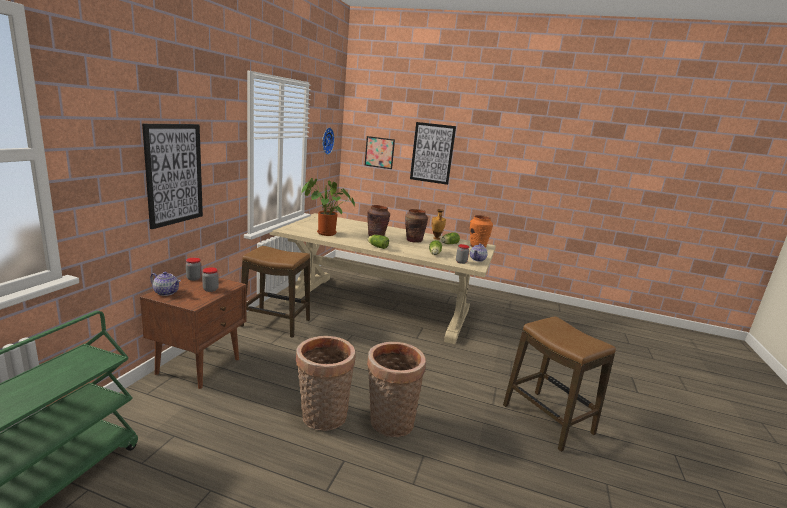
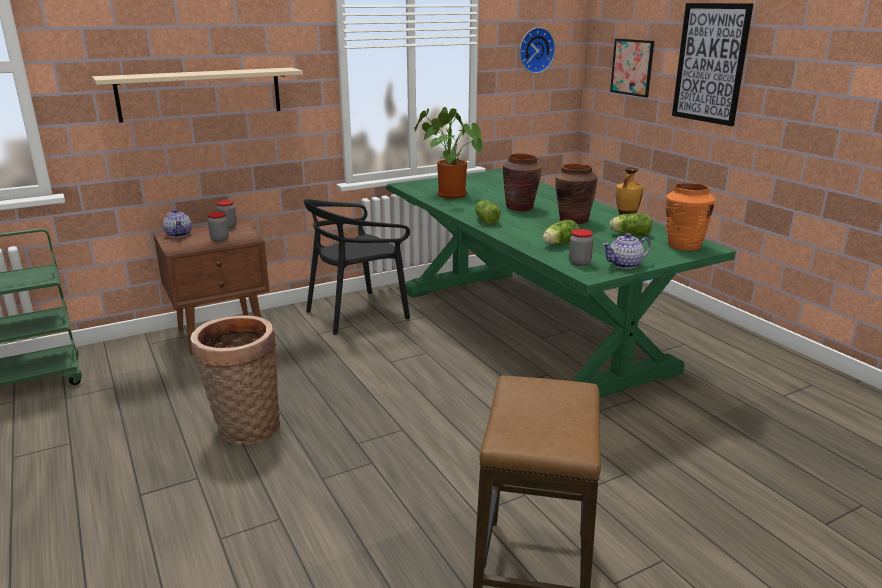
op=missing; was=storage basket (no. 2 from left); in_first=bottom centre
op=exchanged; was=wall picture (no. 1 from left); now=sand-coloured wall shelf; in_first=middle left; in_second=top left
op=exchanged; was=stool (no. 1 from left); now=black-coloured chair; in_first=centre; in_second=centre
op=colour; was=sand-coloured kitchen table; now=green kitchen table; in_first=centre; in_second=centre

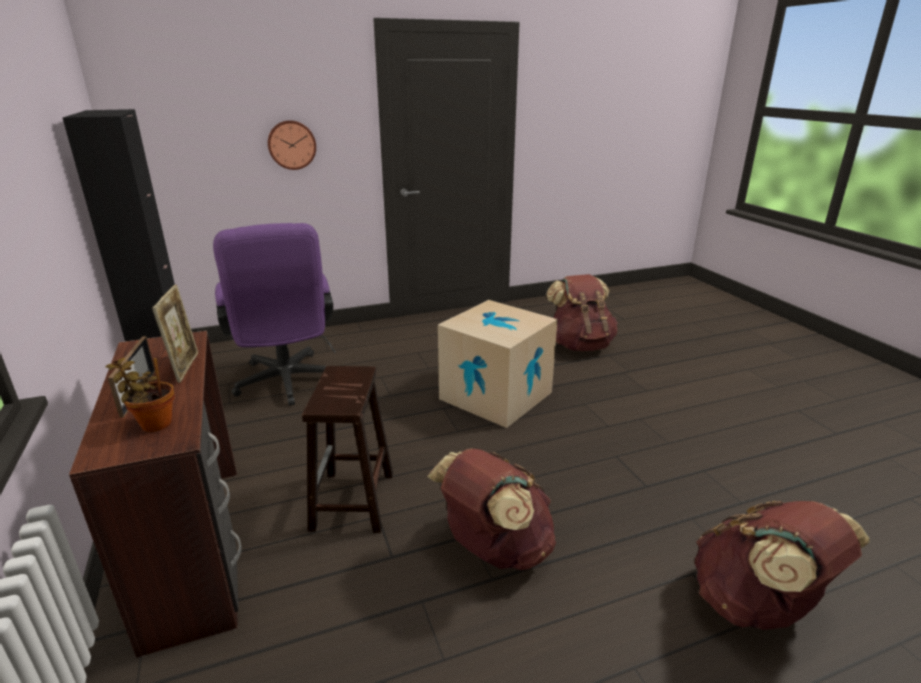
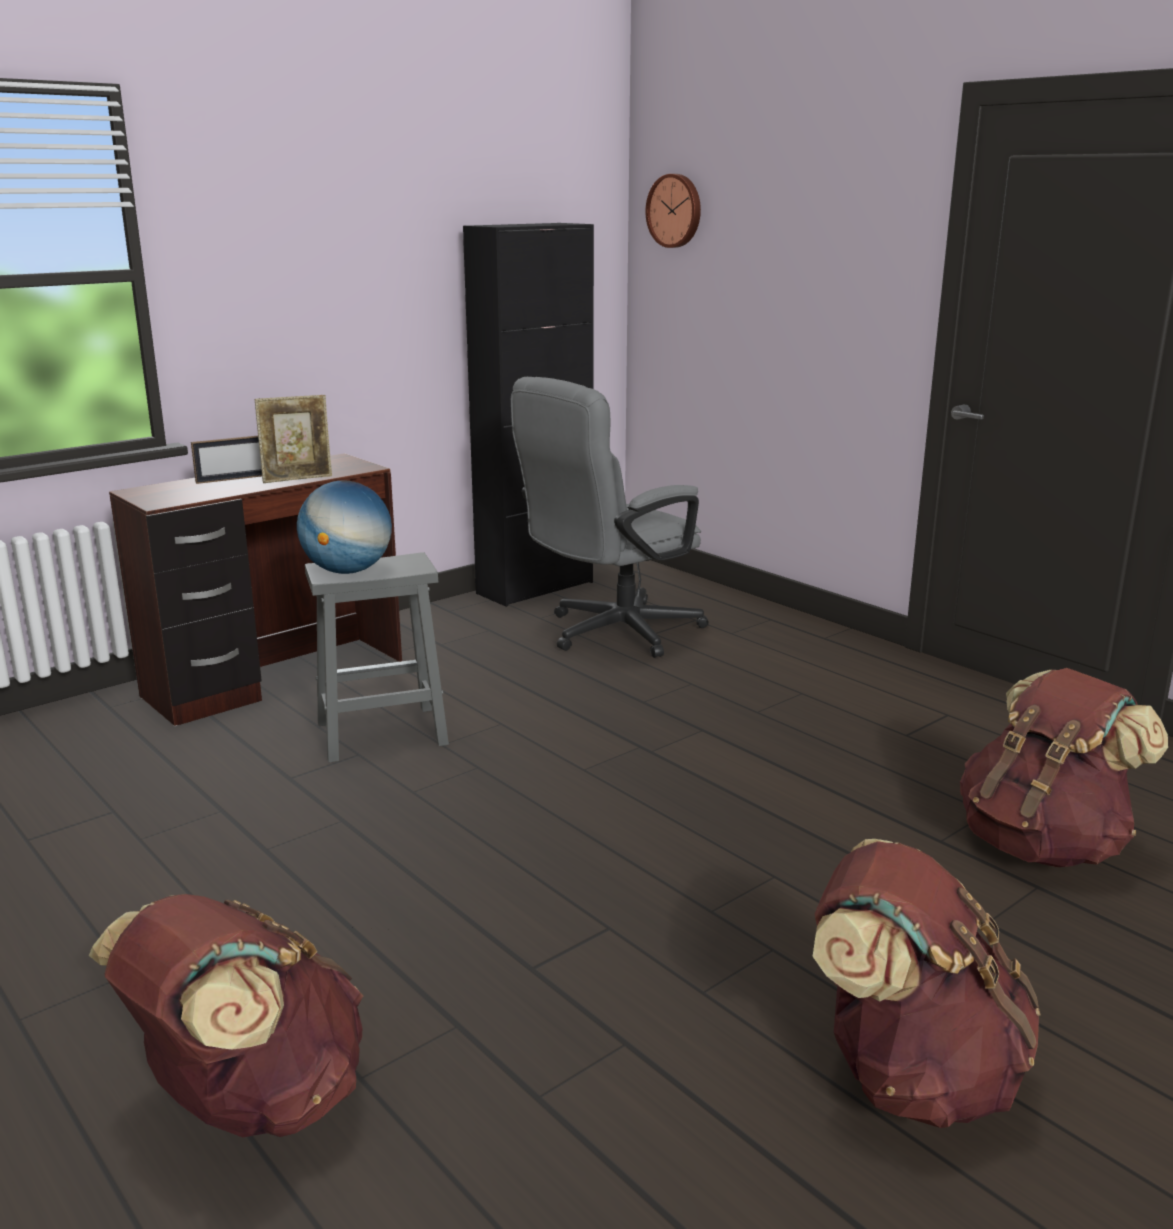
op=missing; was=houseplant; in_first=middle left
op=missing; was=carton; in_first=centre
op=appeared; now=globe; in_second=middle left
op=relocated; was=clock on the wall; in_first=top left; in_second=top centre
op=relocated; was=brown backpack (no. 1 from left in the first image); now=brown backpack (no. 2 from left); in_first=bottom centre; in_second=bottom right
op=colour; was=purple desk chair; now=greyish desk chair; in_first=middle left; in_second=centre
op=colour; was=brown stool; now=greyish stool; in_first=centre; in_second=middle left

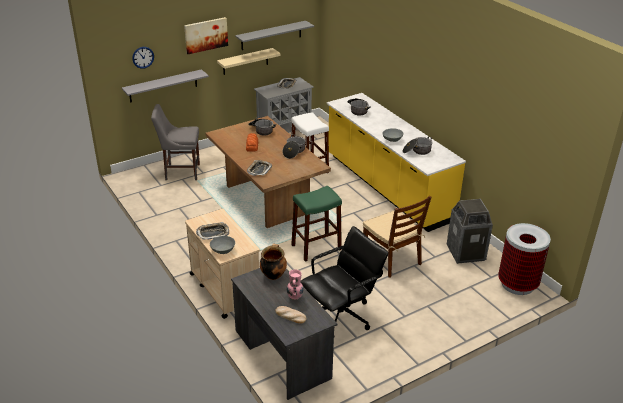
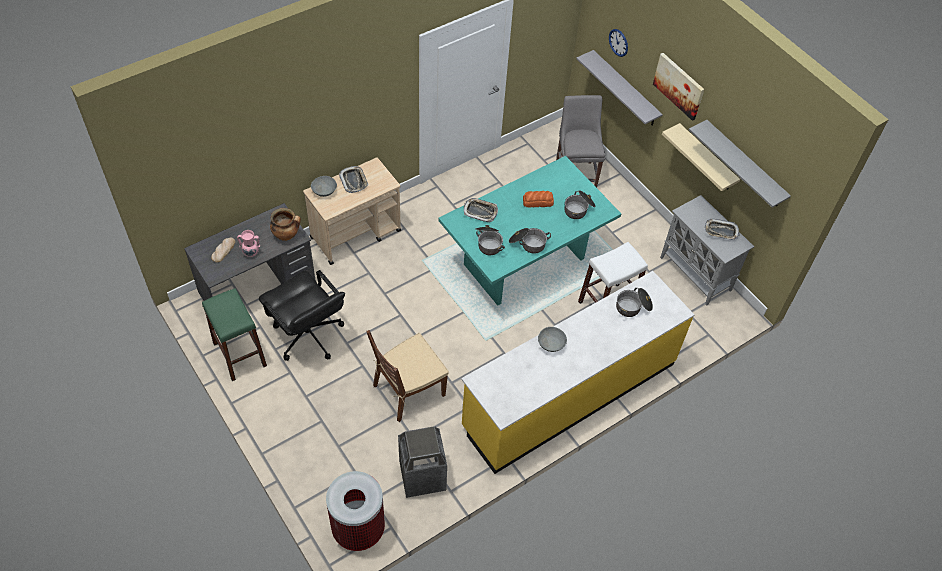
op=relocated; was=green stool; in_first=centre; in_second=middle left
op=relocated; was=cooking pot (no. 5 from left in the first image); now=cooking pot (no. 2 from left); in_first=middle right; in_second=centre
op=colour; was=brown kitchen table; now=turquoise-coloured kitchen table; in_first=centre; in_second=centre

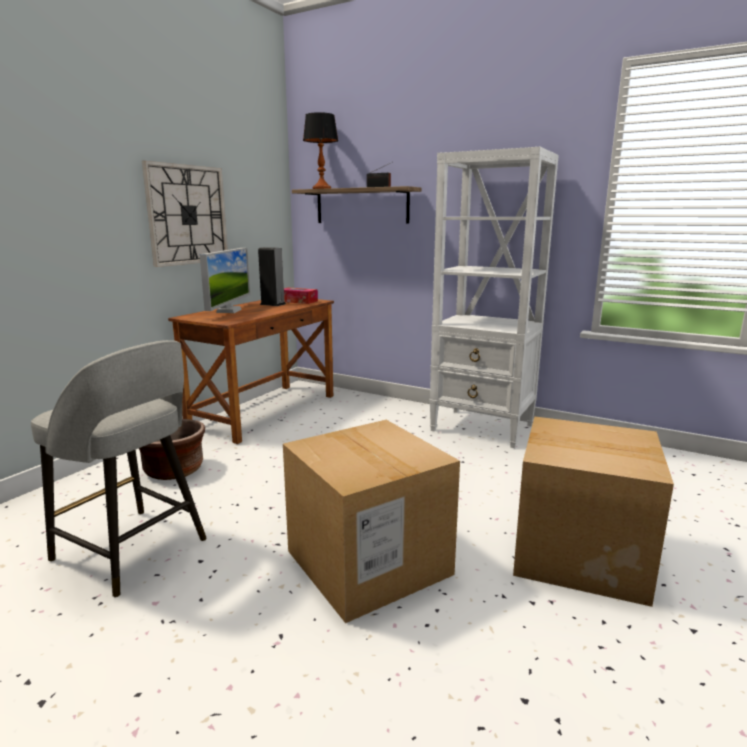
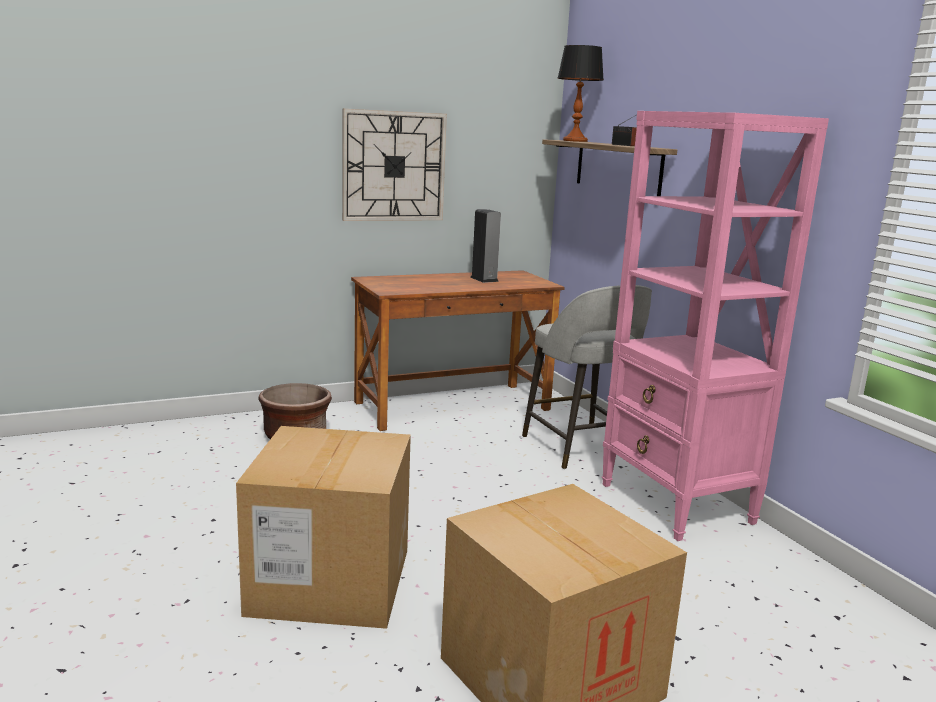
op=missing; was=computer screen; in_first=middle left
op=missing; was=tissue box; in_first=centre
op=relocated; was=greyish stool; in_first=middle left; in_second=centre
op=colour; was=whitish shelving unit; now=pink-coloured shelving unit; in_first=centre; in_second=middle right

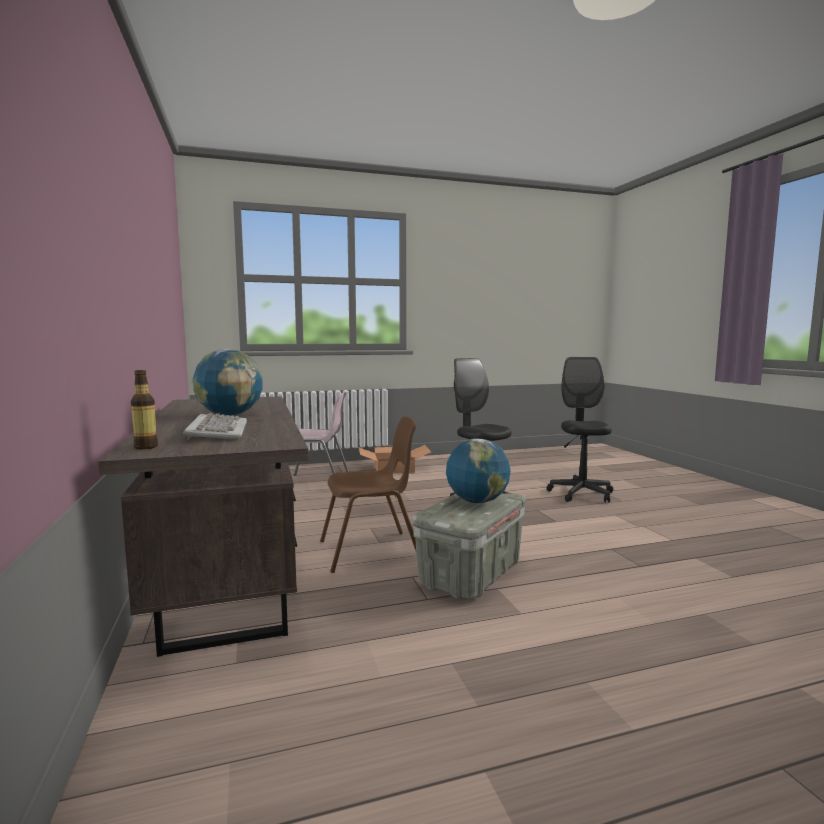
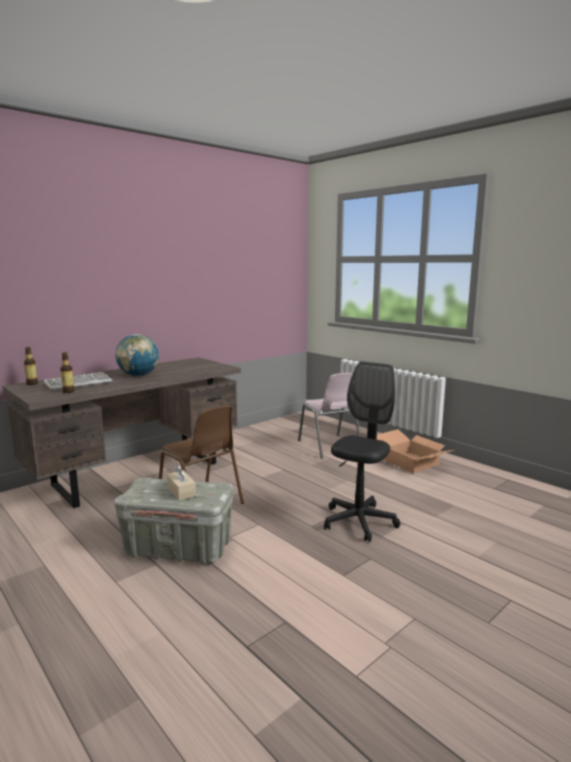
op=missing; was=black-coloured desk chair (no. 2 from left); in_first=middle right
op=appeared; now=drink bottle (no. 2 from left); in_second=middle left
op=exchanged; was=globe (no. 2 from left); now=sand-coloured tissue box; in_first=centre; in_second=middle left

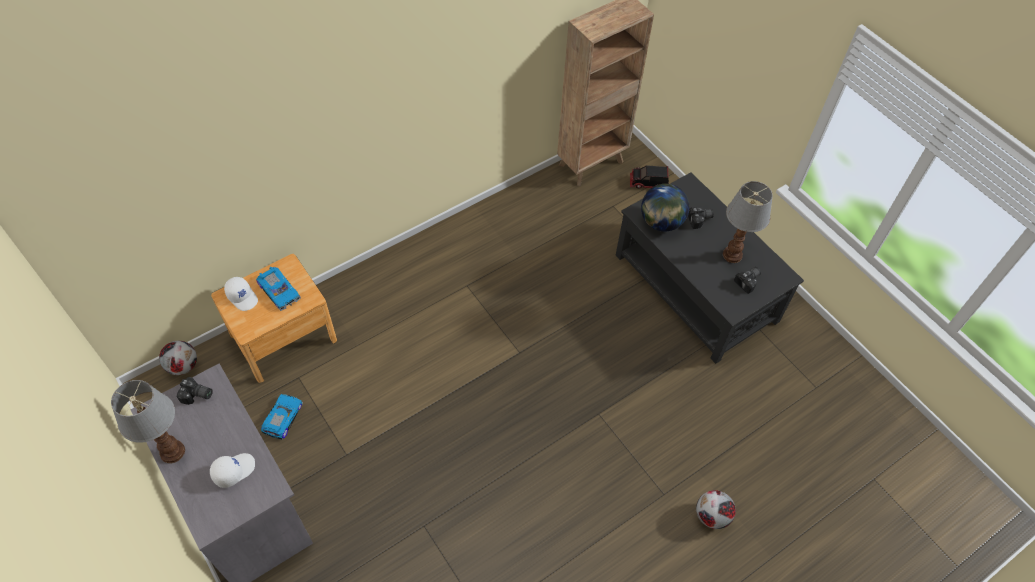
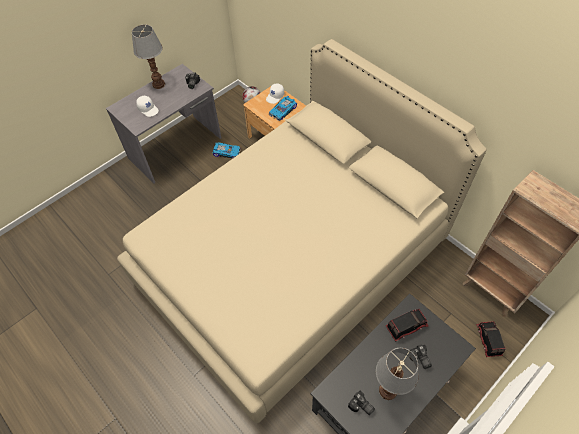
op=missing; was=football ball (no. 2 from left); in_first=bottom right
op=appeared; now=sand-coloured bed; in_second=centre
op=exchanged; was=globe; now=model truck (no. 1 from left); in_first=centre; in_second=bottom right

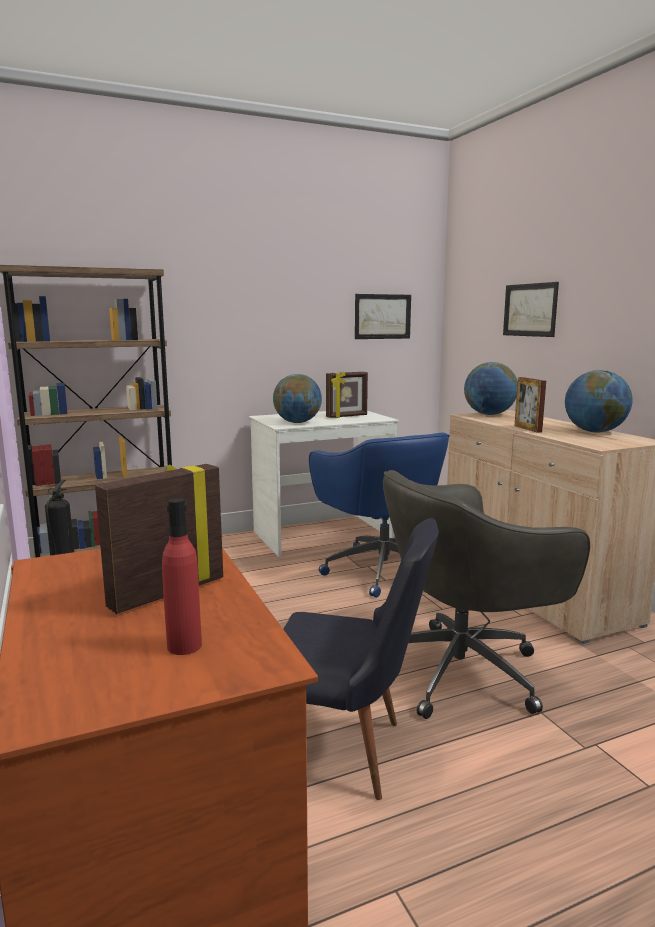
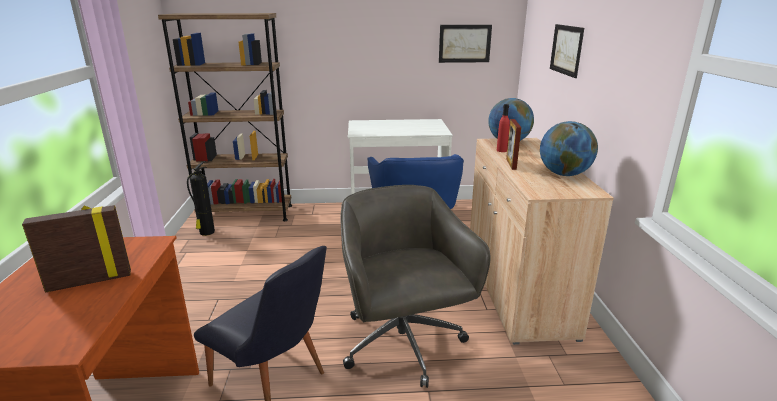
op=missing; was=globe (no. 1 from left); in_first=centre
op=missing; was=picture frame (no. 2 from left); in_first=centre
op=relocated; was=red drink bottle; in_first=middle left; in_second=top centre
op=spun; was=greyish desk chair; in_first=middle right; in_second=bottom centre; clockwise=75

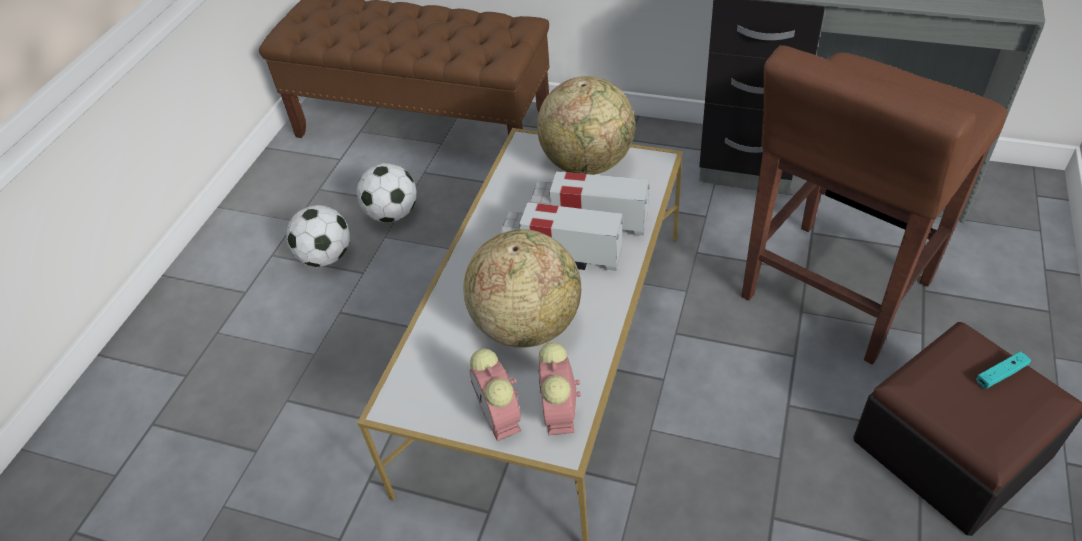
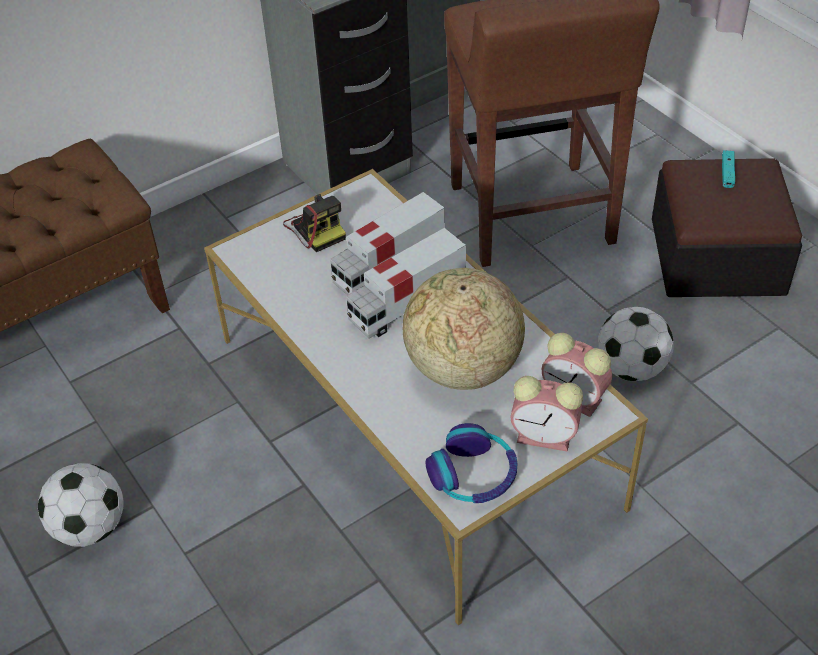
op=appeared; now=headphones; in_second=bottom centre
op=relocated; was=football ball (no. 2 from left); in_first=centre; in_second=middle right
op=exchanged; was=globe (no. 2 from left); now=photo camera; in_first=top centre; in_second=centre

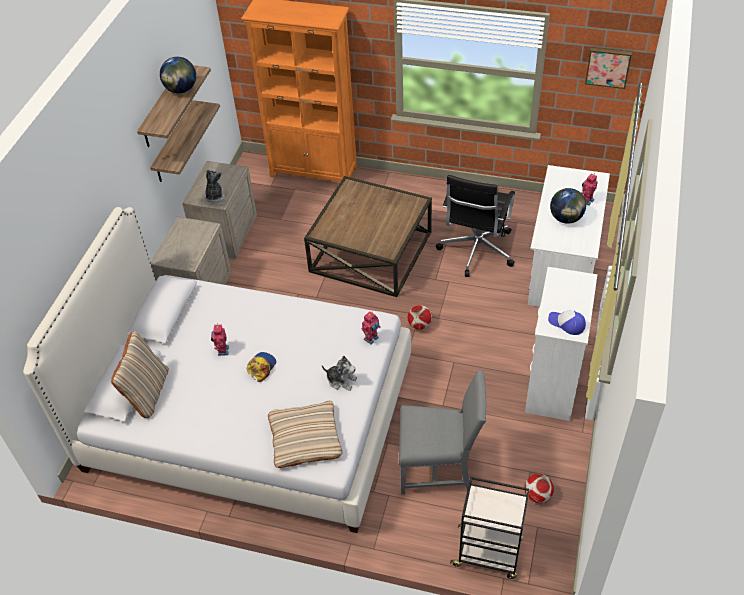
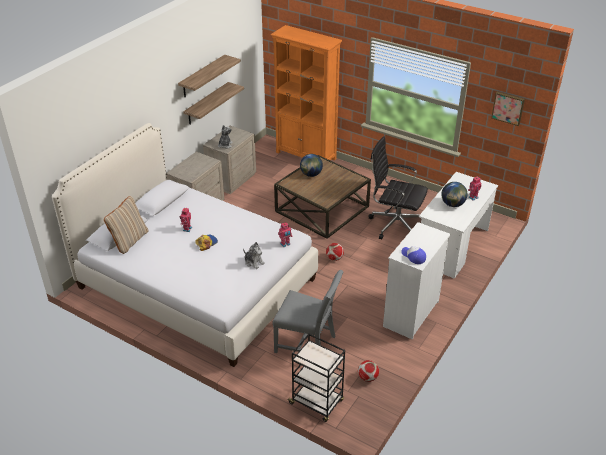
op=missing; was=sand-coloured throw pillow (no. 2 from left); in_first=bottom centre
op=relocated; was=globe (no. 1 from left); in_first=top left; in_second=centre
op=spun; was=black-coloured desk chair; in_first=centre; in_second=centre; clockwise=75

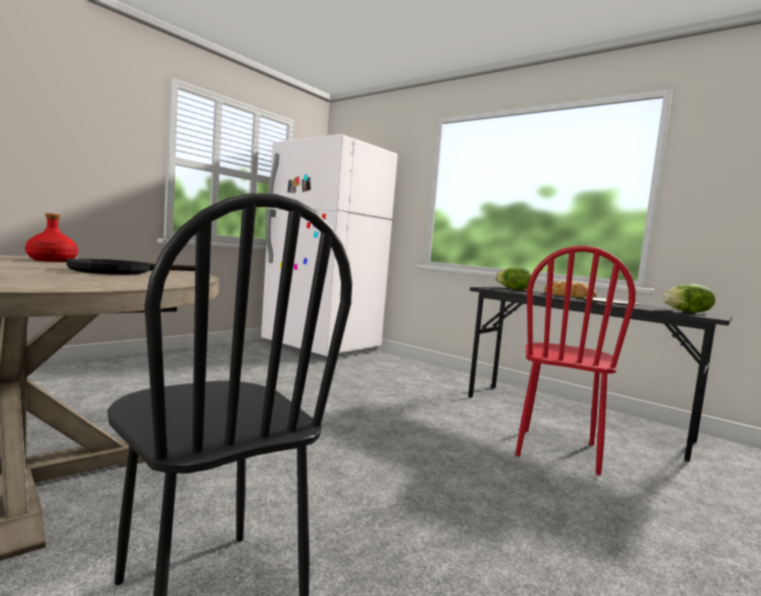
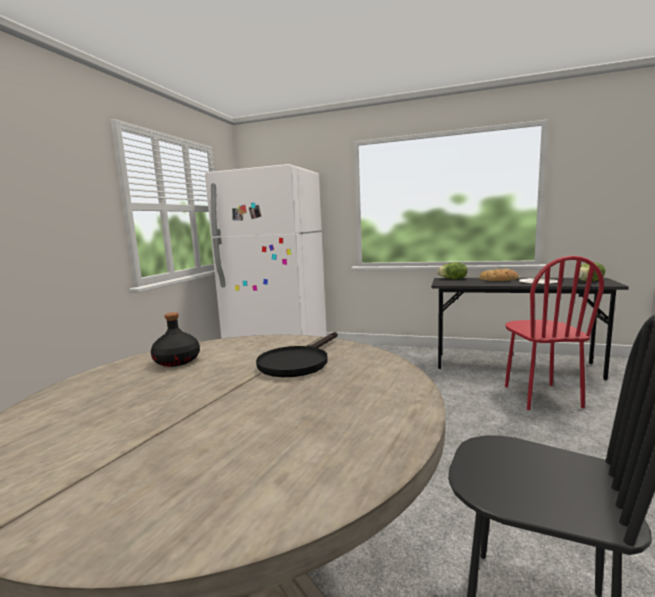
op=colour; was=red drink bottle; now=black-coloured drink bottle; in_first=middle left; in_second=middle left

